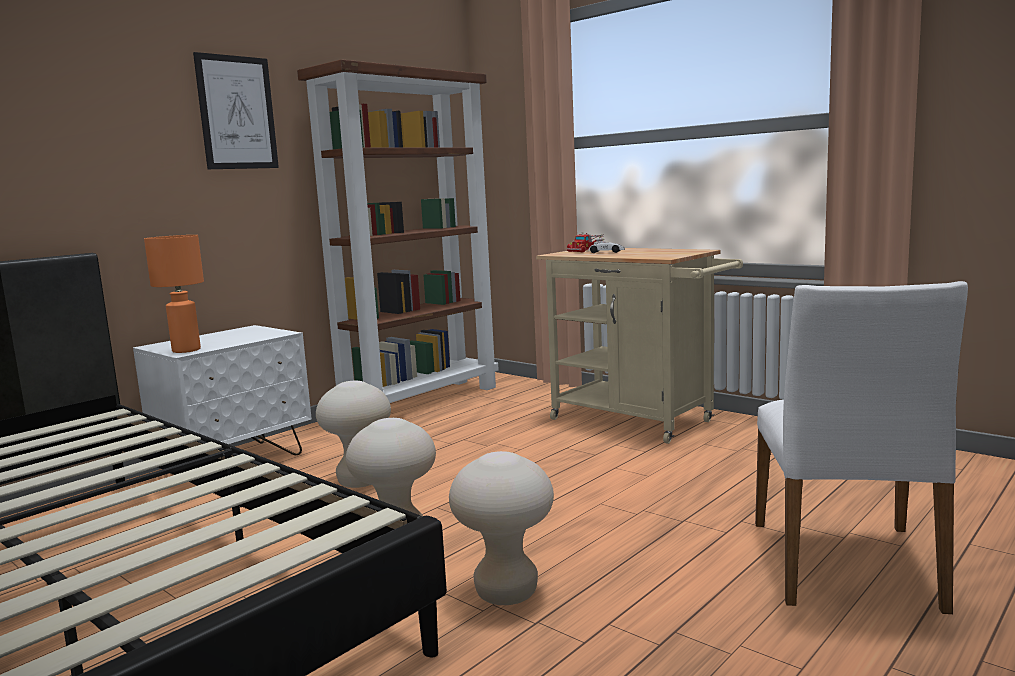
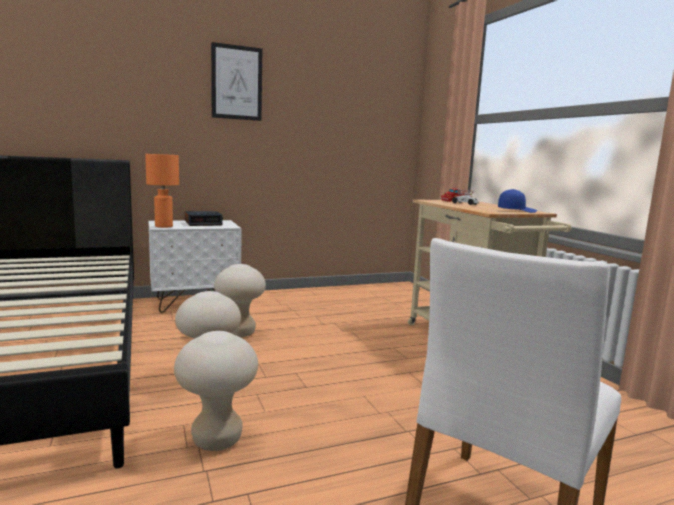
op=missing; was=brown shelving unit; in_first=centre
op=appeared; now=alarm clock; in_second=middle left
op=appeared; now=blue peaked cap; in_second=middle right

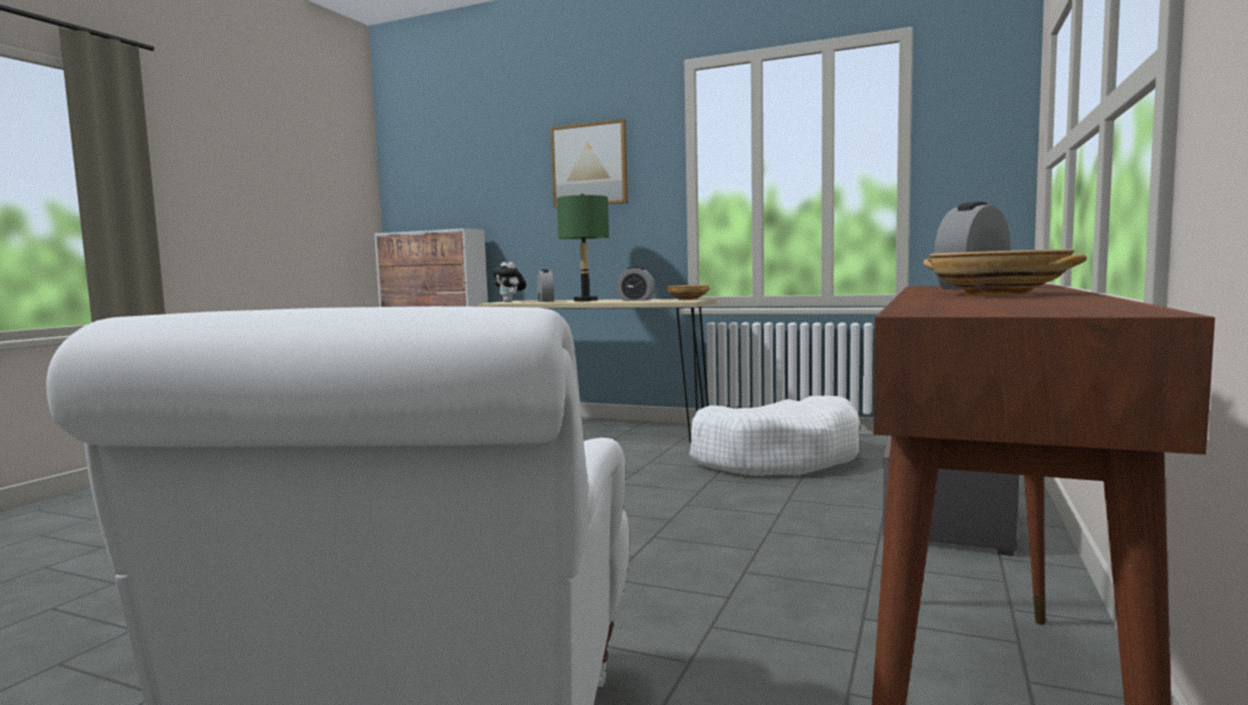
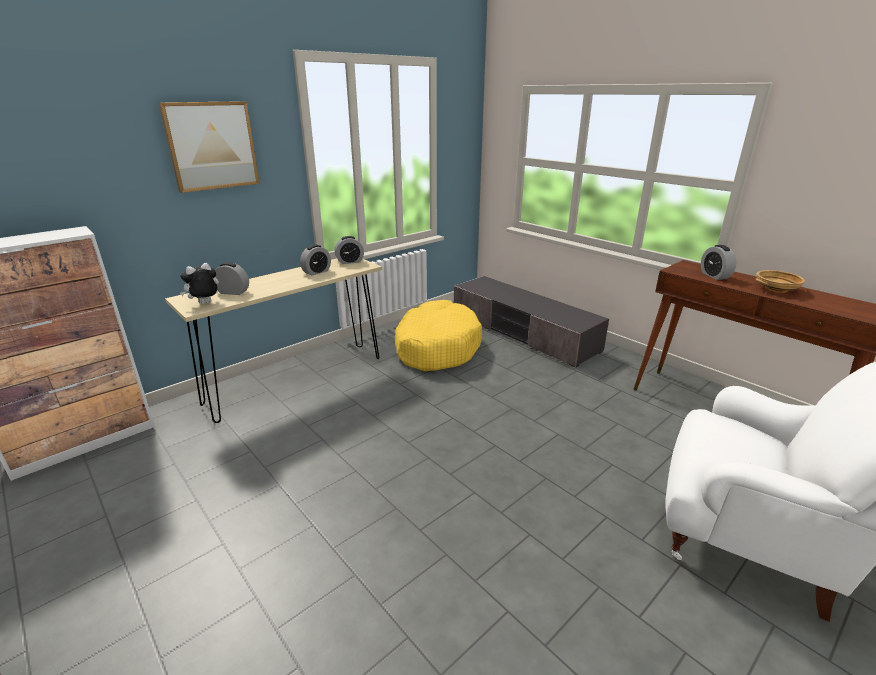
op=missing; was=green tabletop lamp; in_first=centre
op=exchanged; was=sand-coloured bowl (no. 1 from left); now=alarm clock (no. 3 from left); in_first=centre; in_second=centre
op=colour; was=whitish dog bed; now=yellowish dog bed; in_first=centre; in_second=centre
op=spun; was=soft toy; in_first=centre; in_second=middle left; clockwise=150

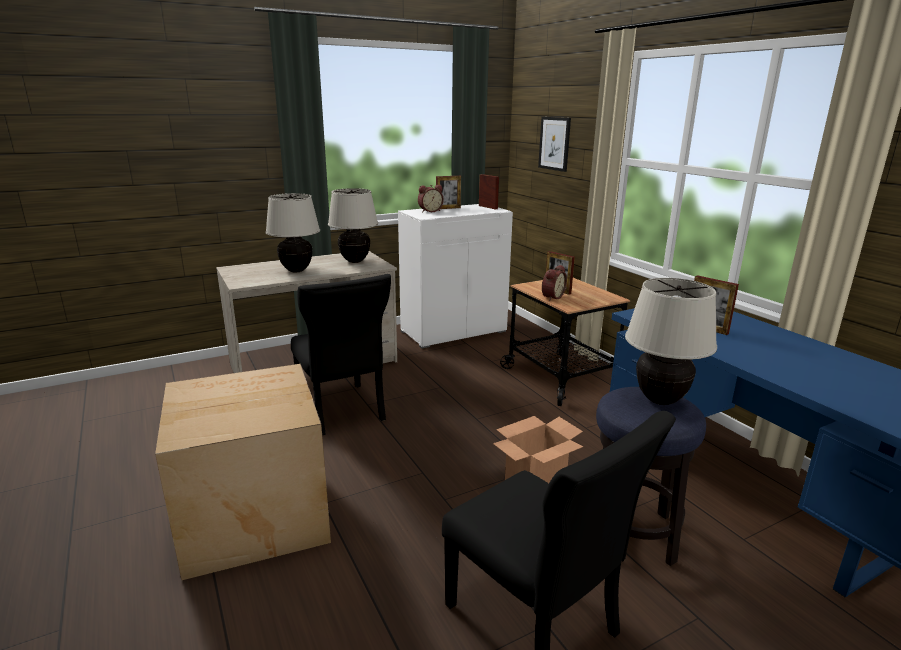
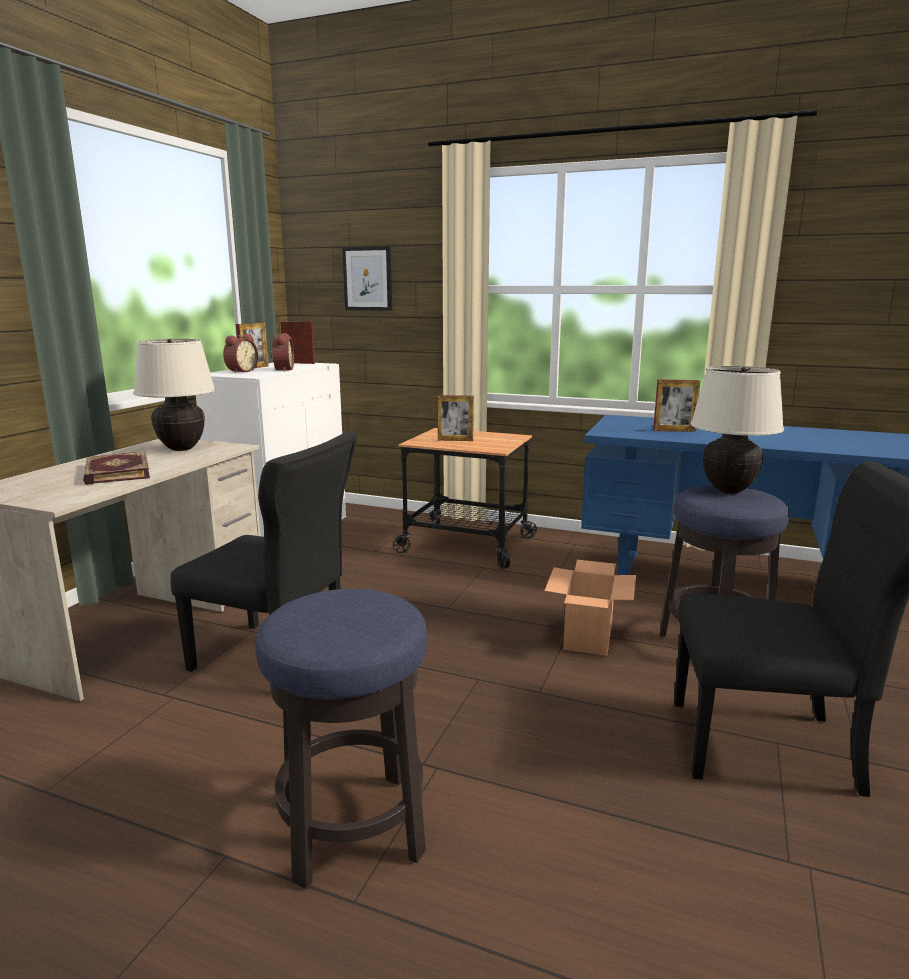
op=relocated; was=alarm clock (no. 2 from left); in_first=centre; in_second=middle left
op=exchanged; was=carton (no. 1 from left); now=stool (no. 1 from left); in_first=bottom left; in_second=bottom centre
op=exchanged; was=sand-coloured tabletop lamp (no. 1 from left); now=volume; in_first=middle left; in_second=middle left

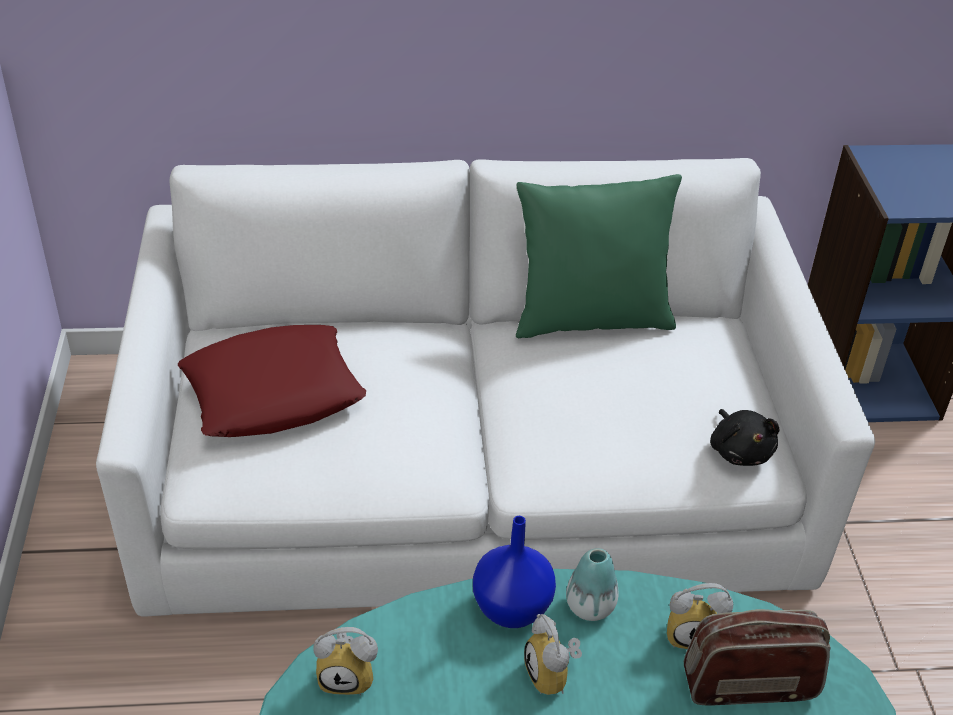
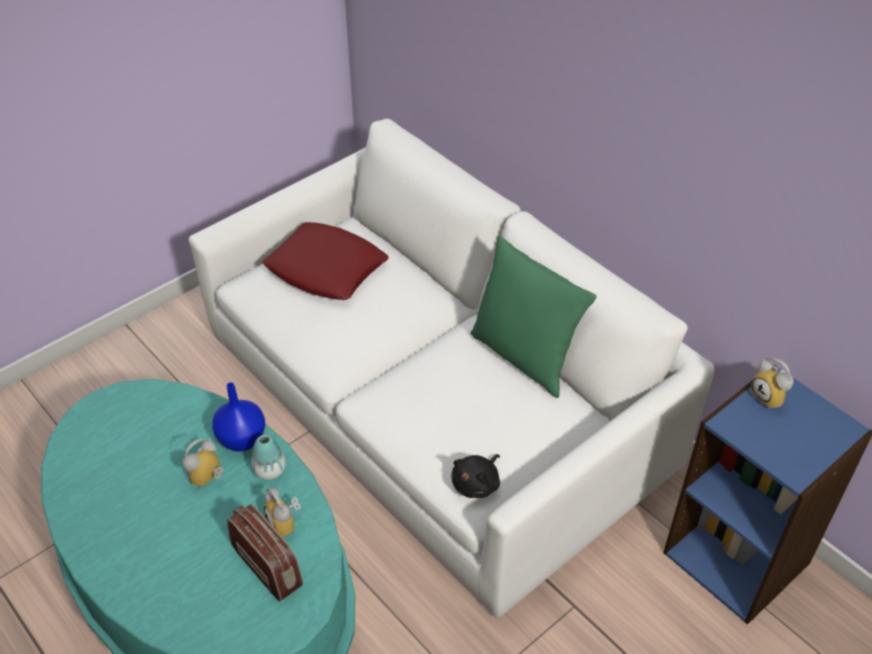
op=relocated; was=alarm clock (no. 1 from left in the first image); now=alarm clock (no. 3 from left); in_first=bottom centre; in_second=middle right

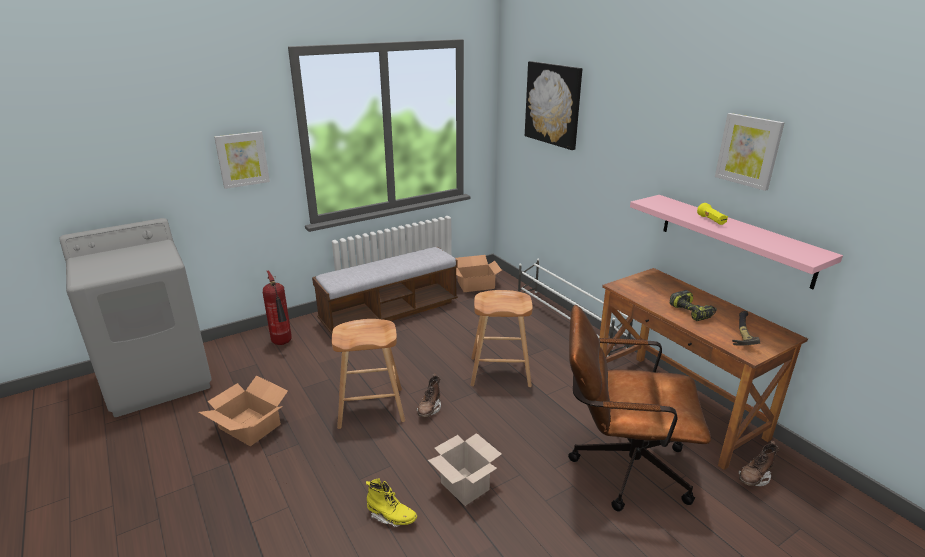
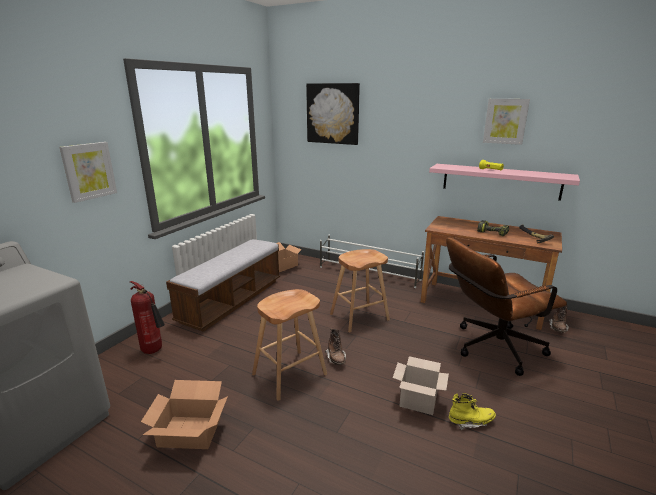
op=relocated; was=yellowish high-top boot; in_first=bottom centre; in_second=bottom right

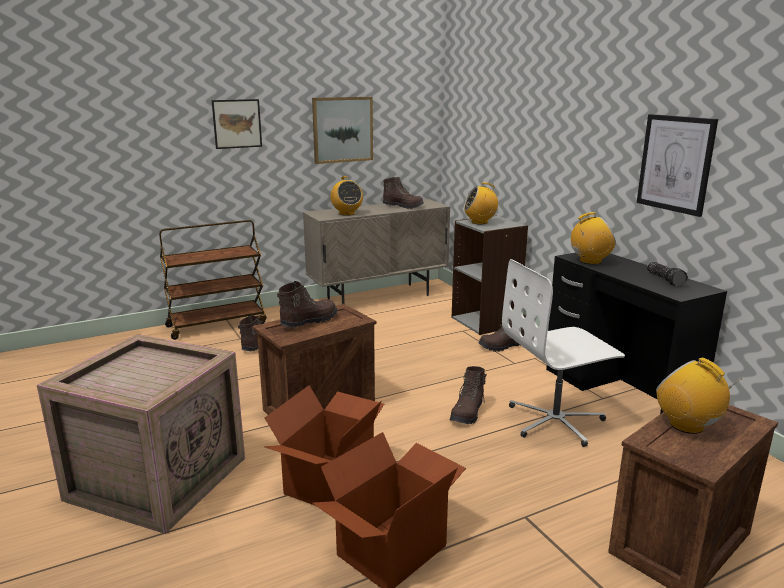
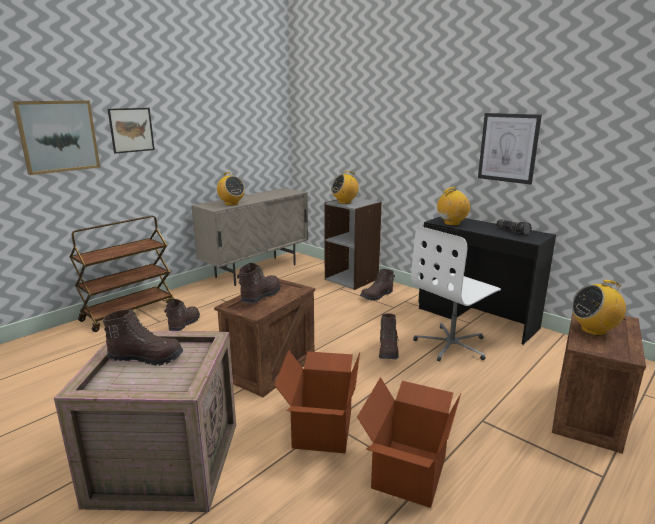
op=relocated; was=wall picture (no. 2 from left in the first image); now=wall picture (no. 1 from left); in_first=top centre; in_second=top left
op=relocated; was=brown high-top boot (no. 3 from left in the first image); now=brown high-top boot (no. 1 from left); in_first=top centre; in_second=middle left
op=spun; was=radio set (no. 4 from left); in_first=bottom right; in_second=middle right; clockwise=-45

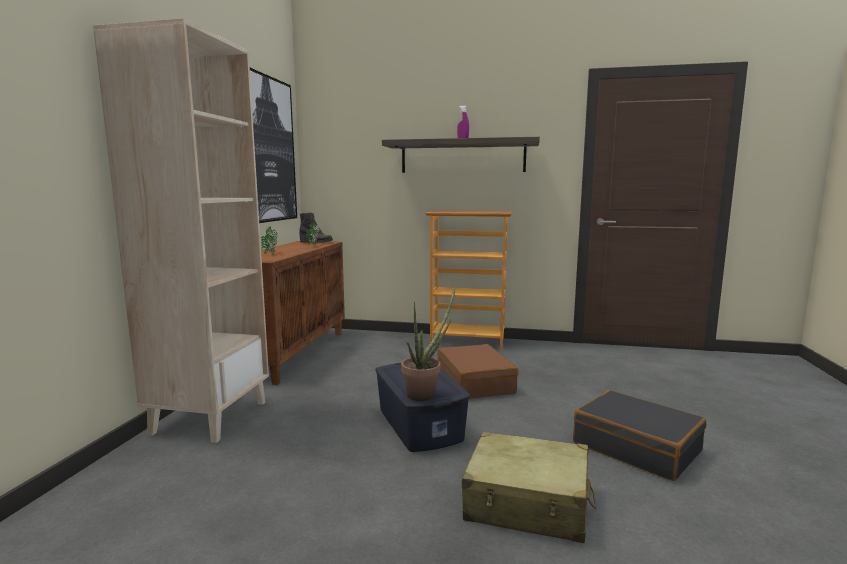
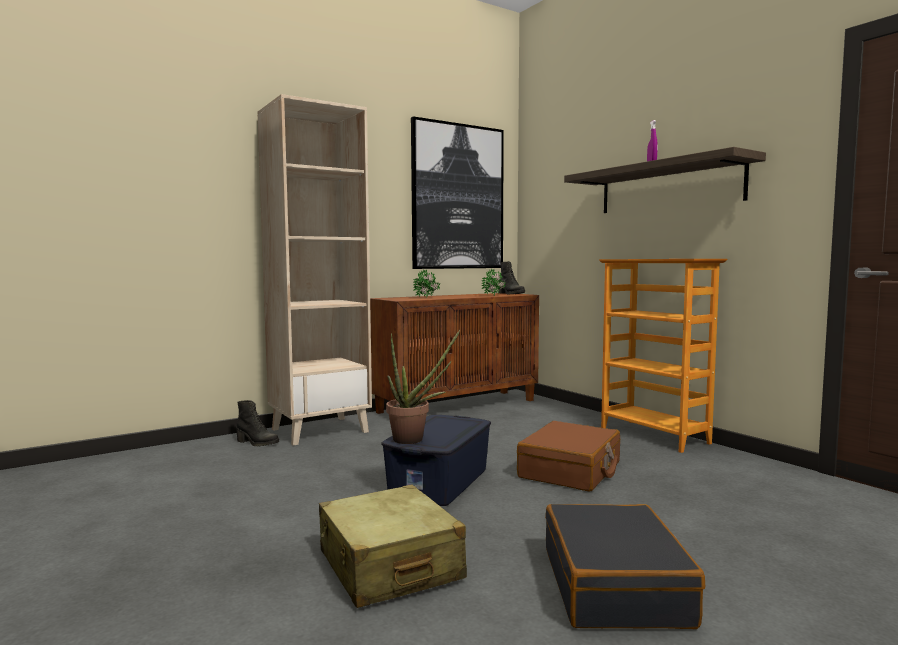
op=appeared; now=black-coloured high-top boot (no. 1 from left); in_second=middle left

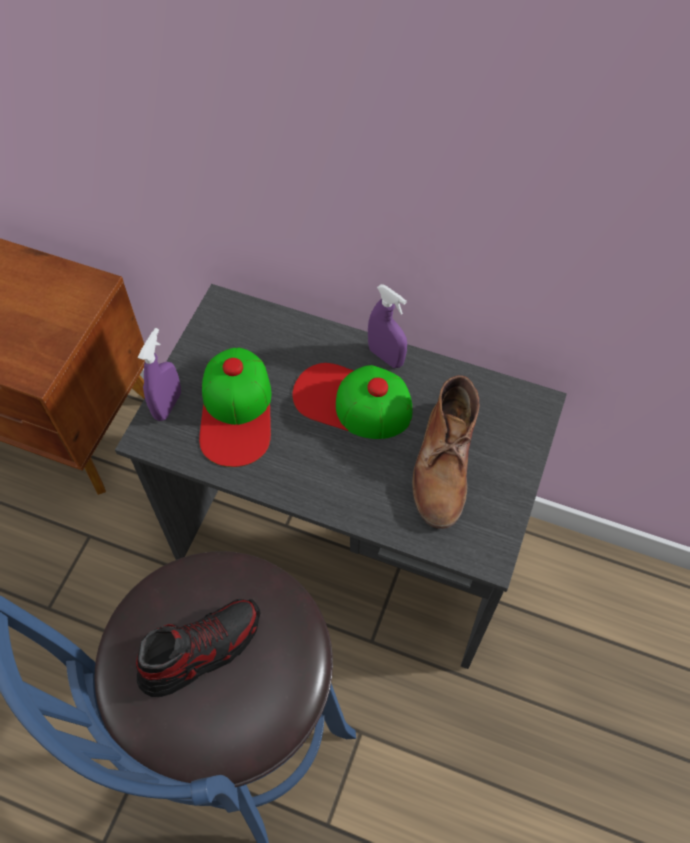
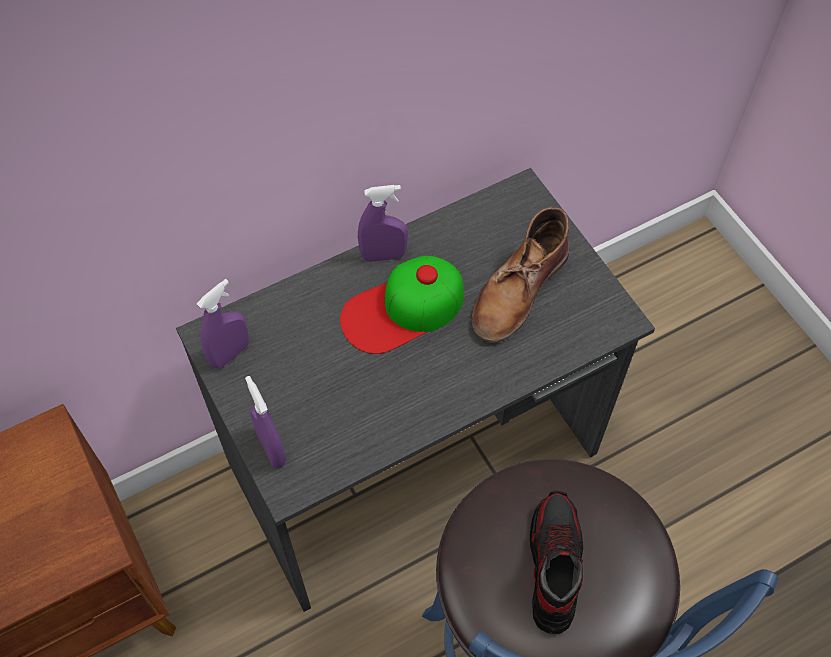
op=missing; was=peaked cap (no. 1 from left); in_first=centre
op=appeared; now=purple sprayer (no. 1 from left); in_second=middle left
op=spun; was=brown high-top boot; in_first=centre; in_second=centre; clockwise=75

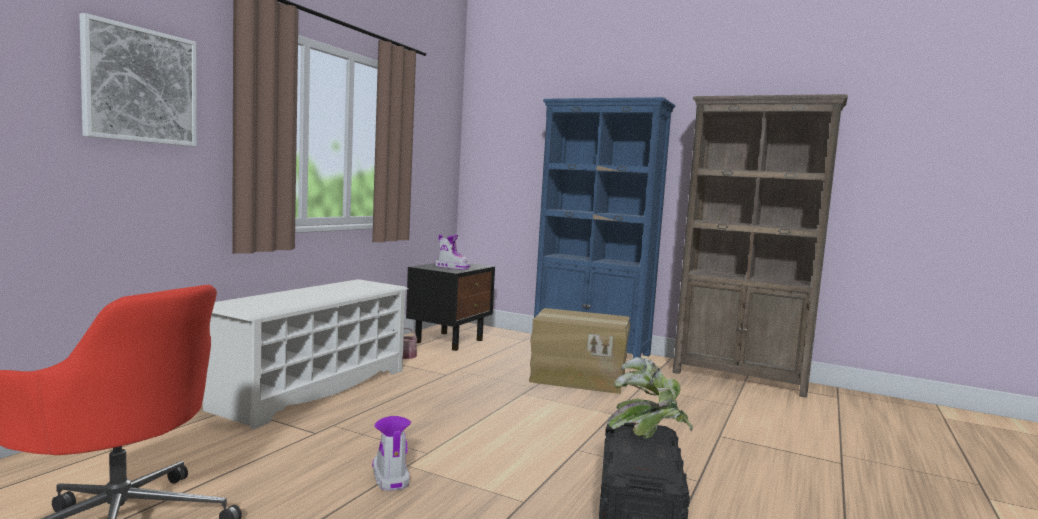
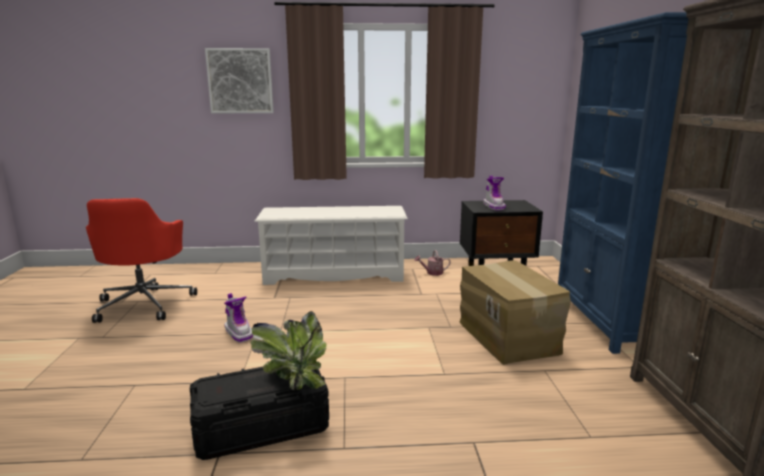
op=spun; was=high-top boot (no. 1 from left); in_first=bottom centre; in_second=middle left; clockwise=105

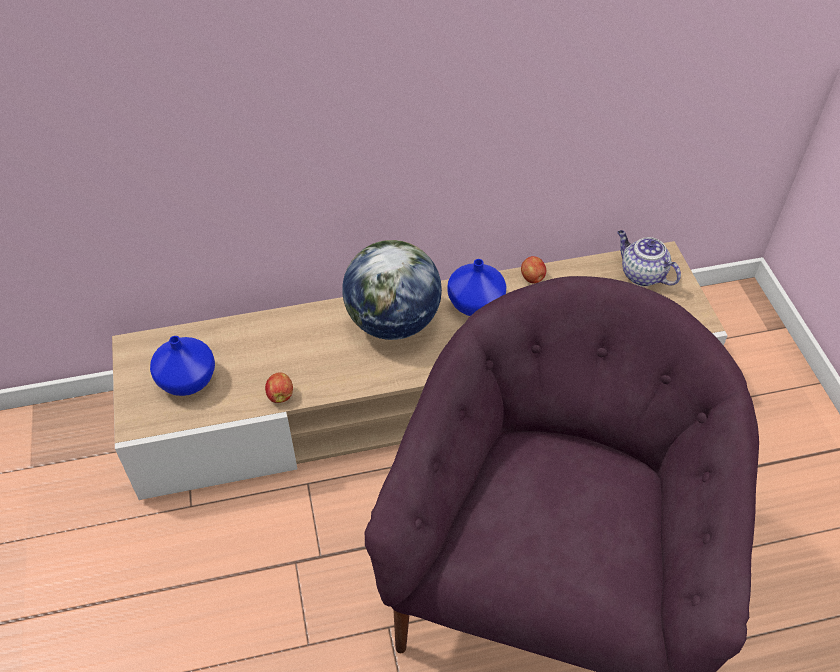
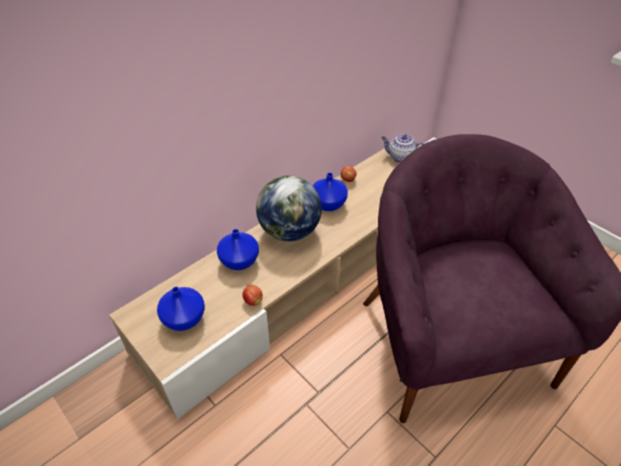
op=appeared; now=blue flower vase (no. 2 from left); in_second=centre

